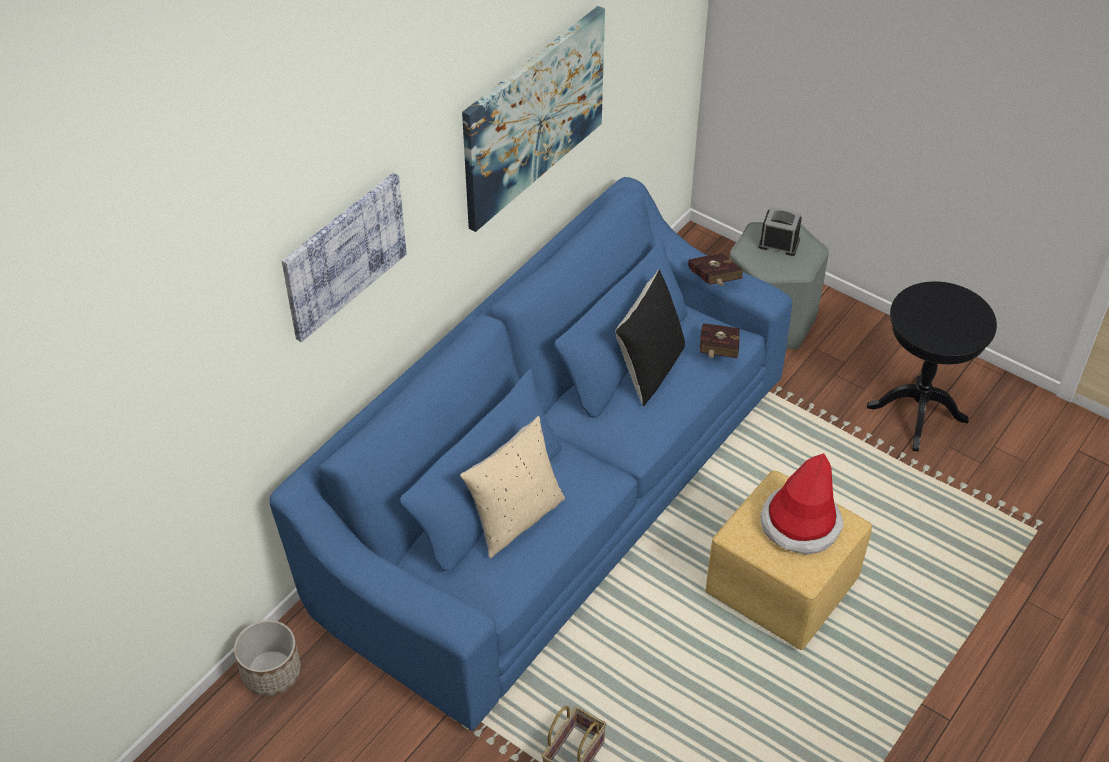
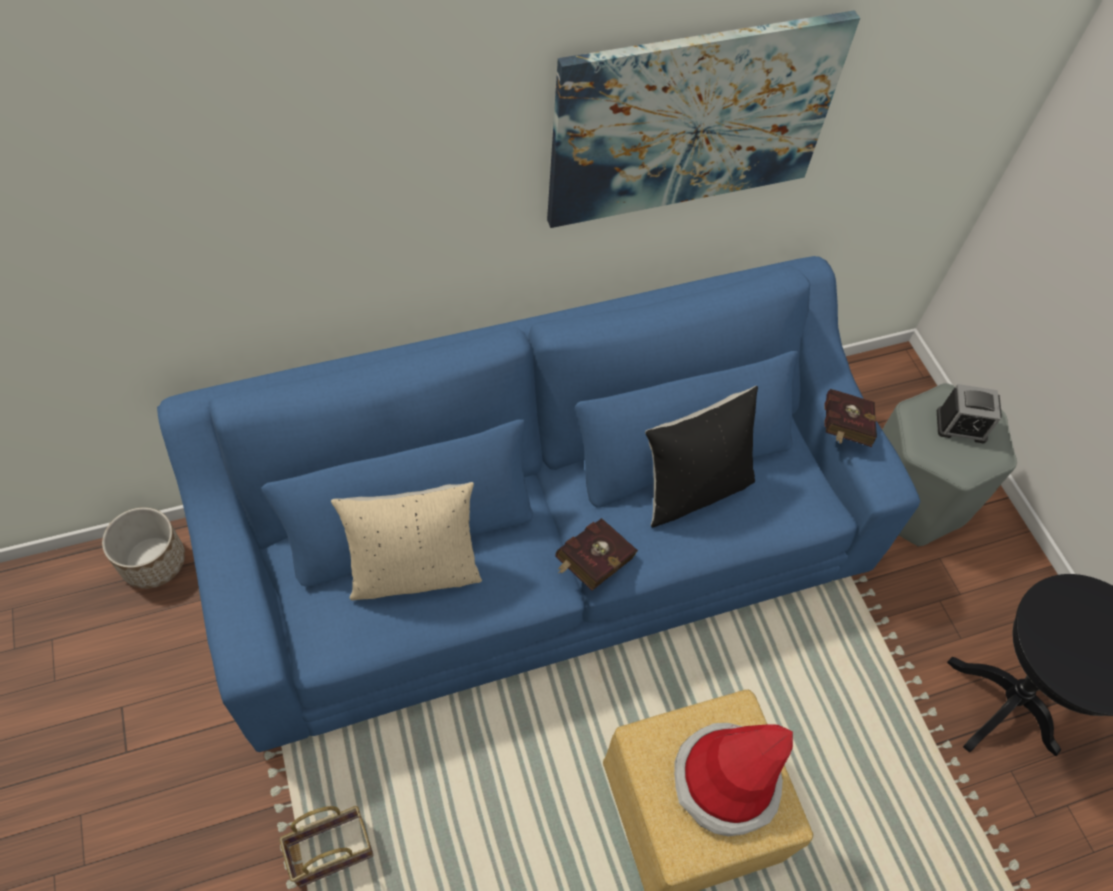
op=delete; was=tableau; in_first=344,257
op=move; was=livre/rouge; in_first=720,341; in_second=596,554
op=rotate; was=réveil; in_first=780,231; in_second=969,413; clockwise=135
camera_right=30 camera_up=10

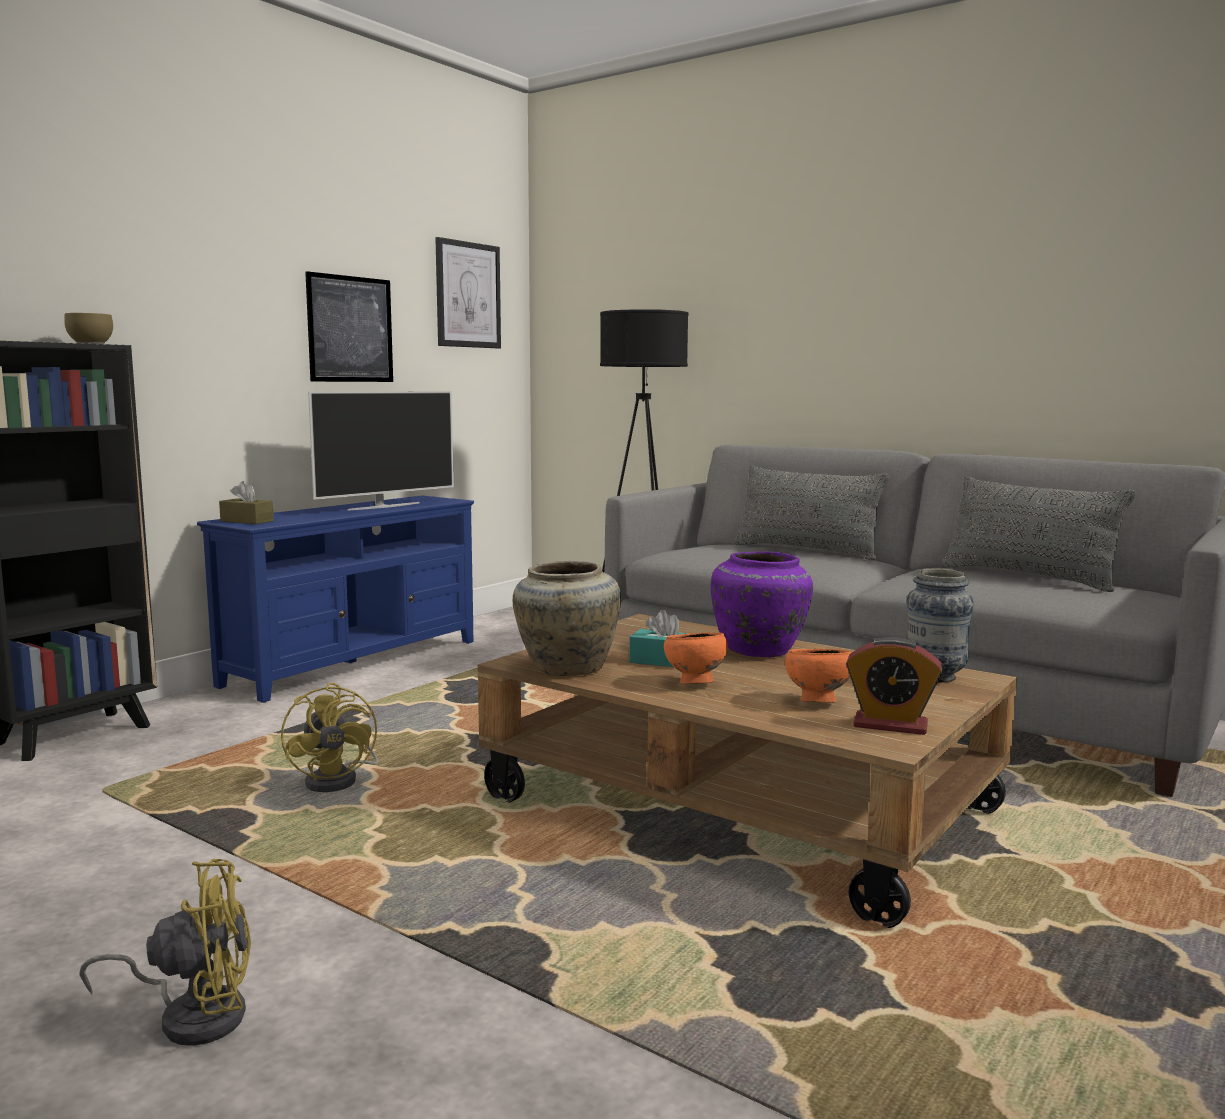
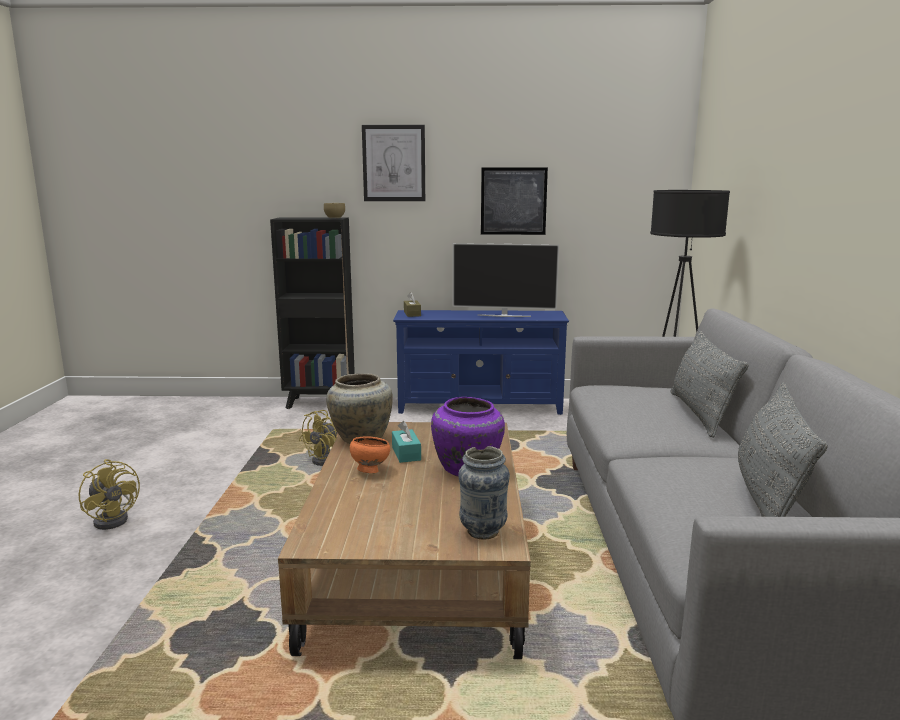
op=move; was=tableau; in_first=468,293; in_second=393,163
op=delete; was=bol/orange; in_first=818,676
op=delete; was=réveil; in_first=894,686
camera_right=55 camera_up=5

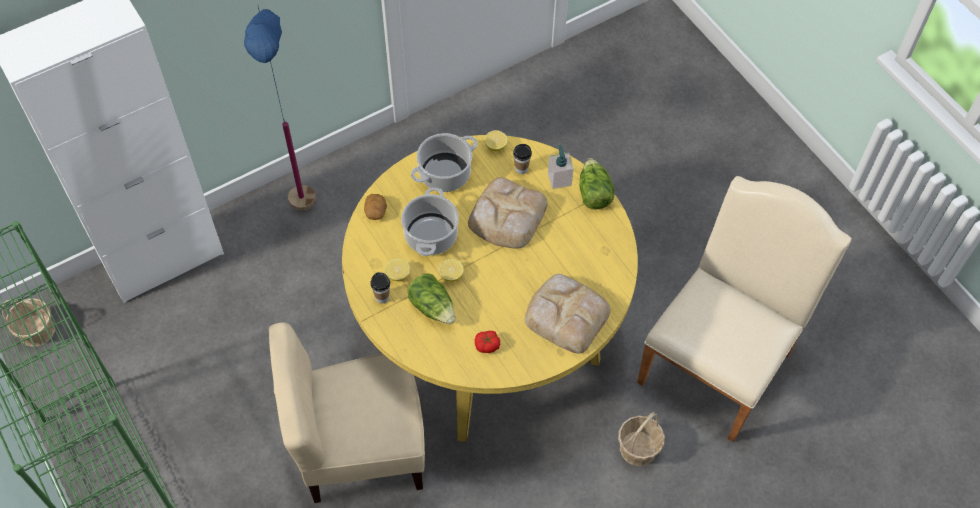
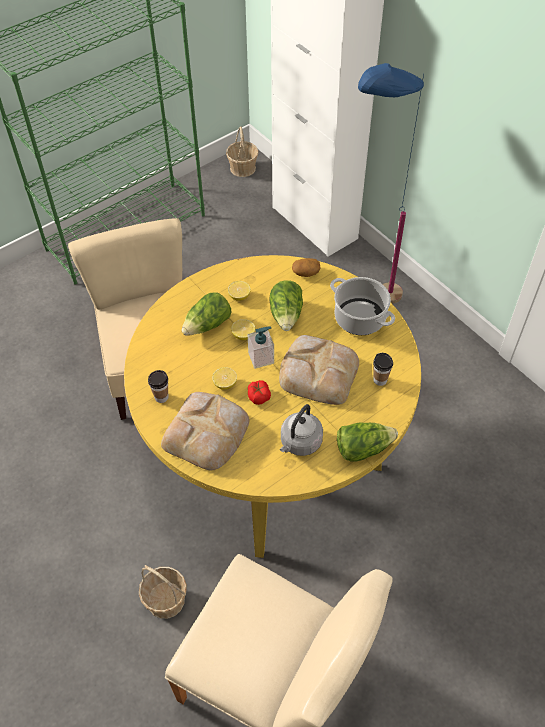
op=move; was=tasse; in_first=380,287; in_second=158,386
op=replace; was=marmite; now=laitue; in_first=430,221; in_second=286,305
op=move; was=tomate; in_first=487,342; in_second=259,392
op=move; was=citron; in_first=495,140; in_second=224,378
op=move; was=distributeur de savon; in_first=561,167; in_second=260,347
op=insert; now=bouilloire/gris; in_second=301,430
camera_right=85 camera_up=-5

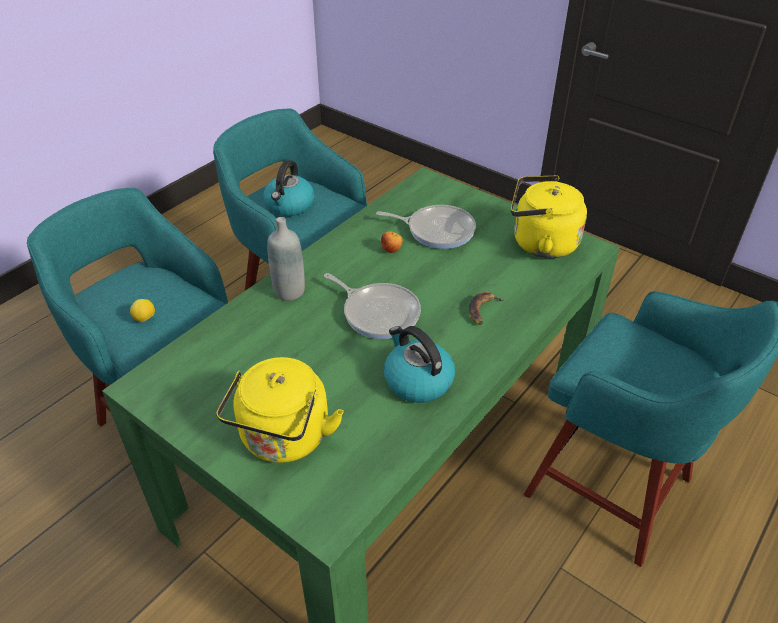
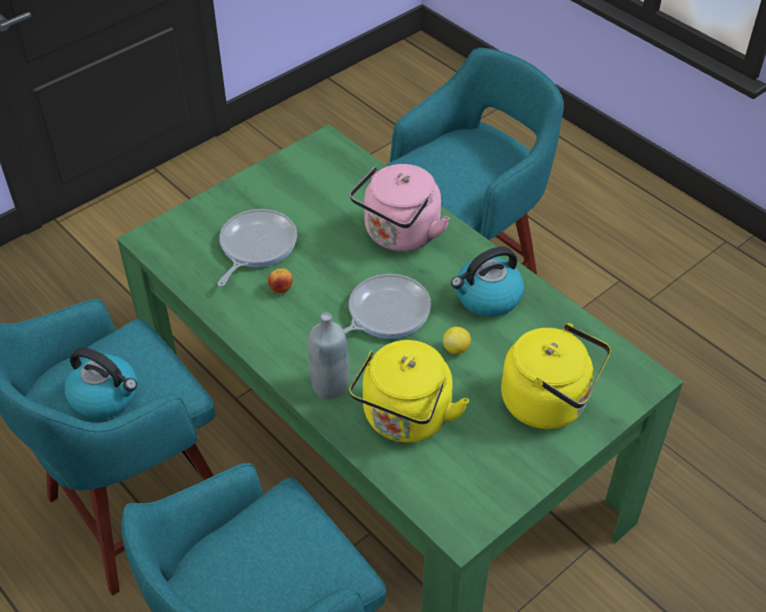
op=move; was=citron; in_first=142,310; in_second=457,340
op=replace; was=banane; now=bouilloire/rose; in_first=486,308; in_second=400,207
op=move; was=bouilloire/jaune; in_first=549,216; in_second=409,391
camera_right=-80 camera_up=5

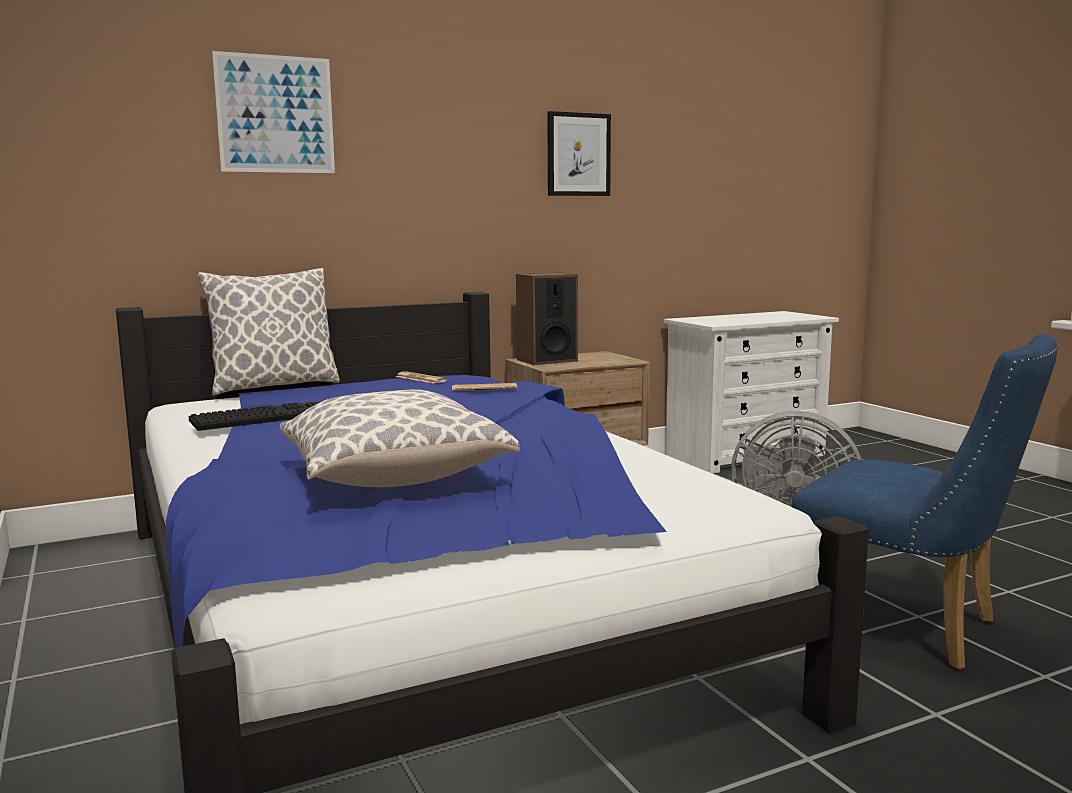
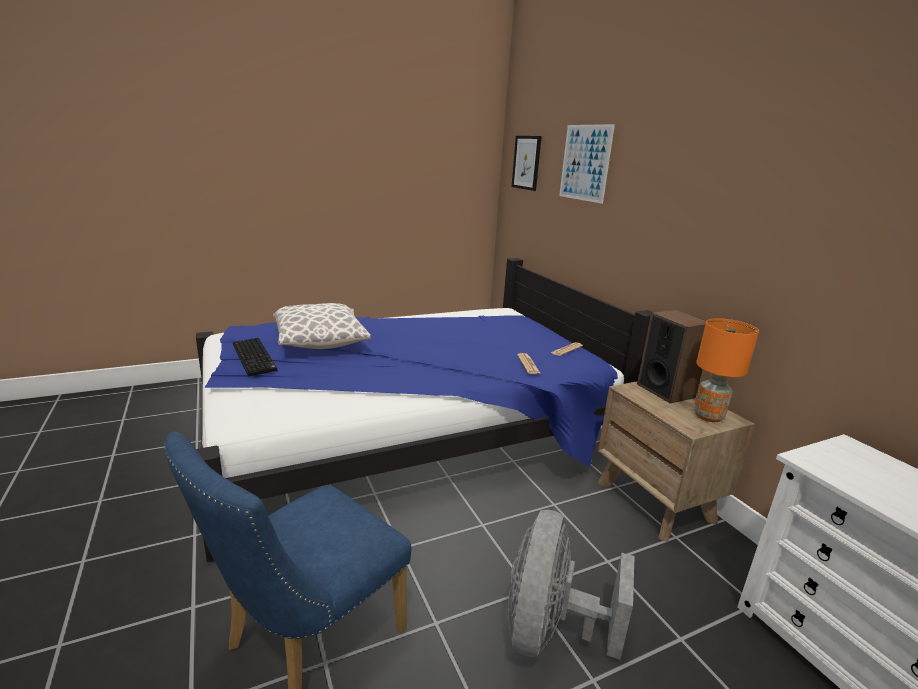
op=move; was=clavier; in_first=256,415; in_second=255,357
op=delete; was=coussin; in_first=269,332
op=move; was=tableau; in_first=579,153; in_second=526,163
op=insert; now=lampe de table/orange; in_second=726,370
camera_right=90 camera_up=10

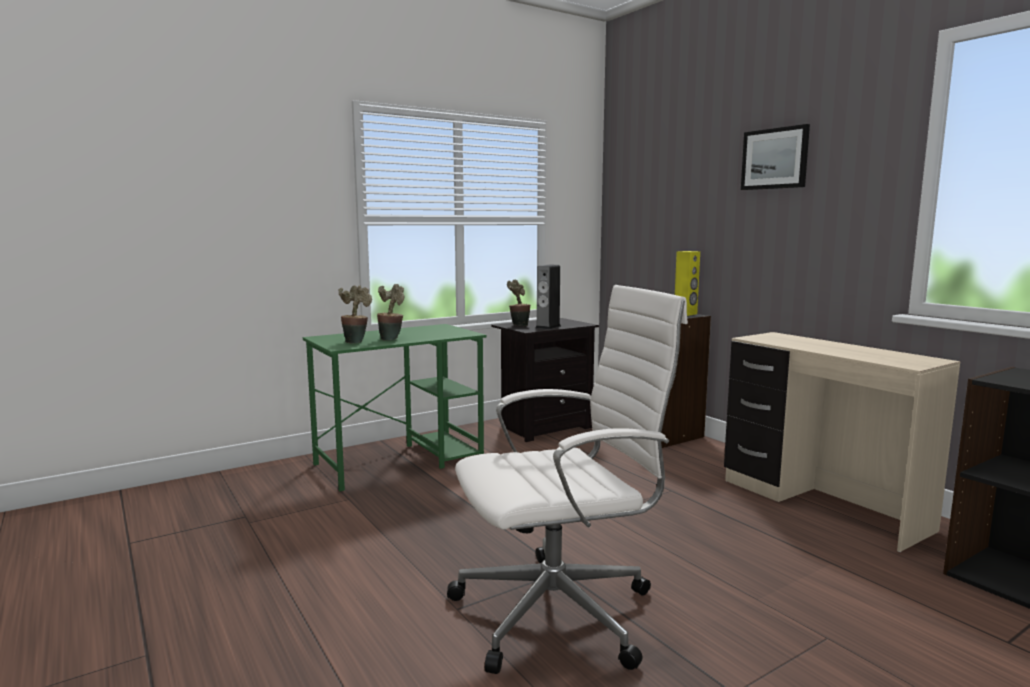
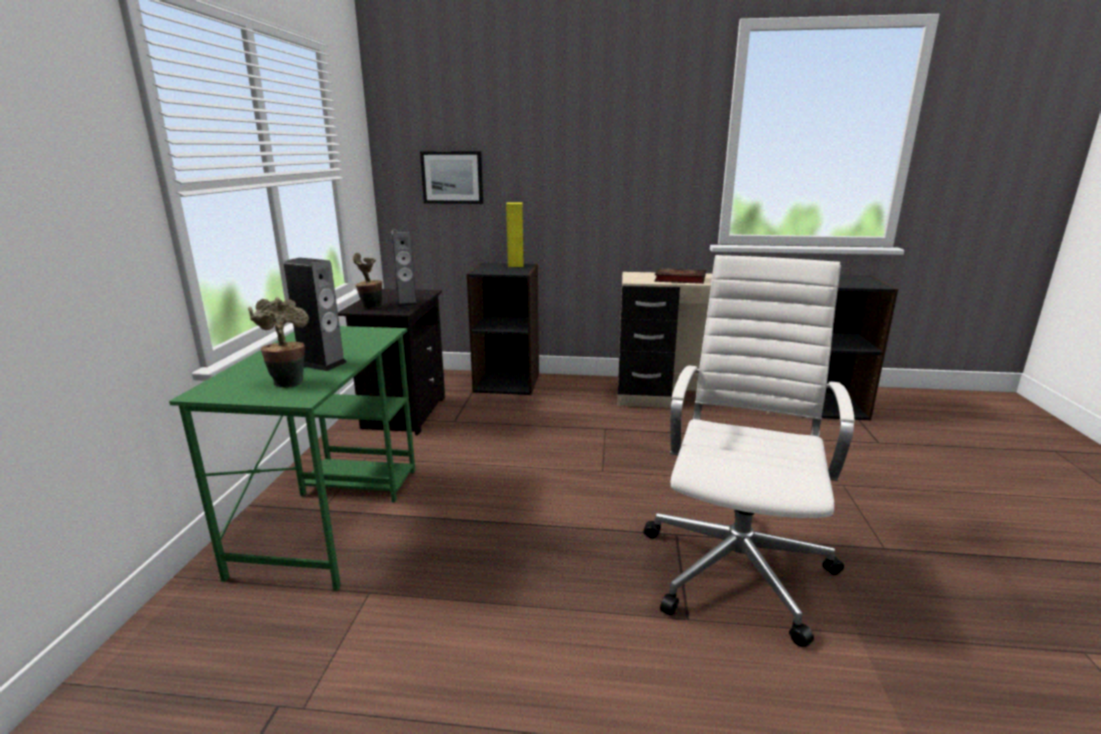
op=replace; was=plante en pot; now=enceinte; in_first=390,312; in_second=315,314
op=move; was=tableau; in_first=775,157; in_second=451,177
op=insert; now=livre; in_second=680,276
camera_right=-50 camera_up=10

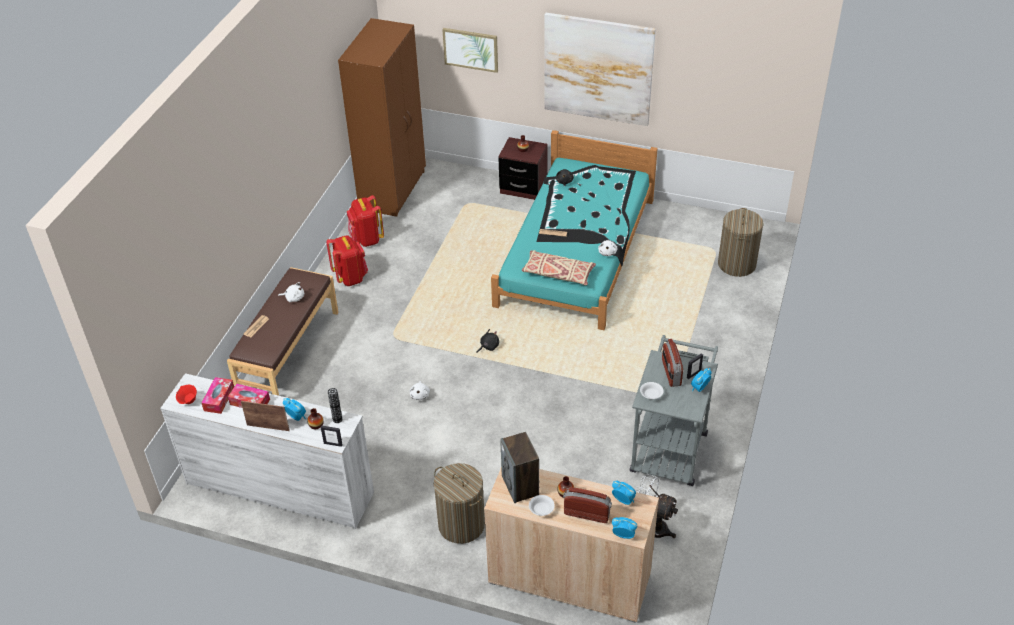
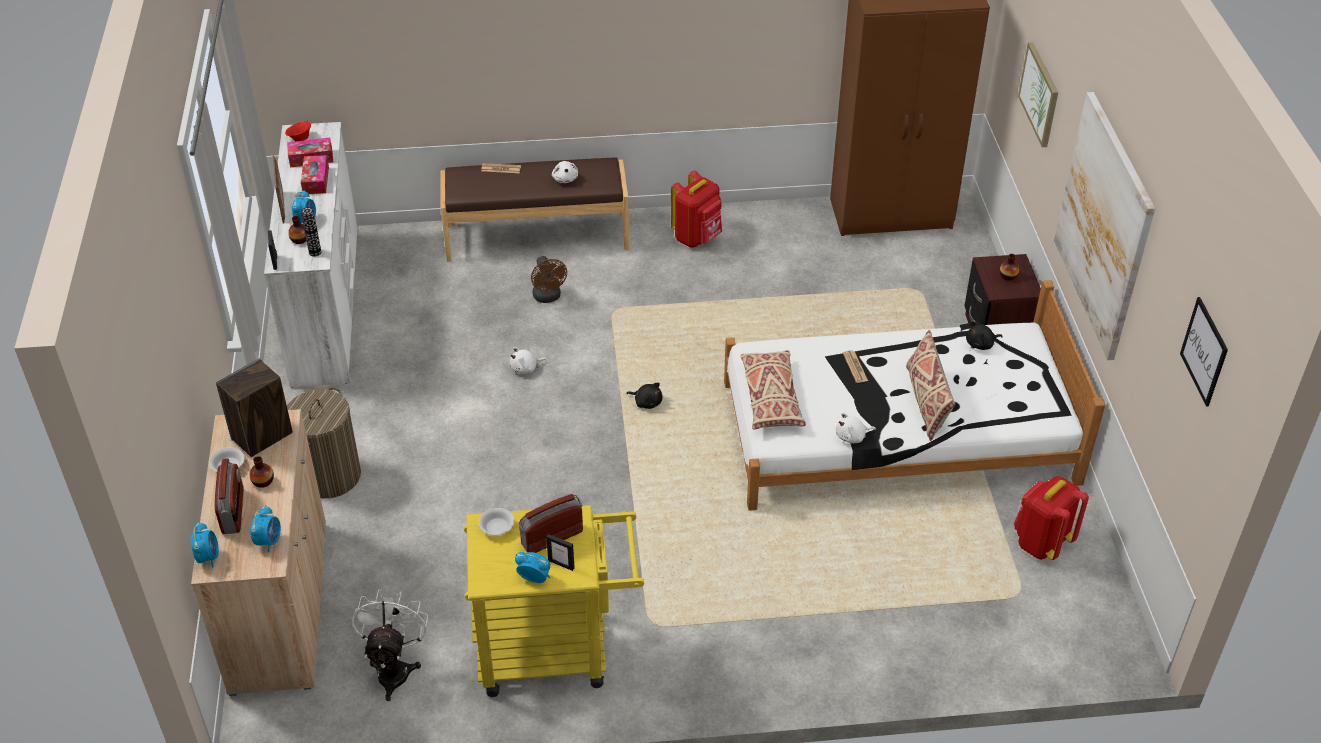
op=move; was=sac à dos/rouge; in_first=365,221; in_second=1051,518
op=recolor; was=lit/turquoise; now=lit/blanc; in_first=574,230; in_second=914,395
op=recolor; was=chariot/gris; now=chariot/jaune; in_first=674,410; in_second=554,601
op=delete; was=panier à linge; in_first=741,242
op=insert; now=ventilateur/marron; in_second=549,279
op=insert; now=coussin/beige; in_second=930,385
op=insert; now=tableau; in_second=1204,352
camera_right=65 camera_up=0

